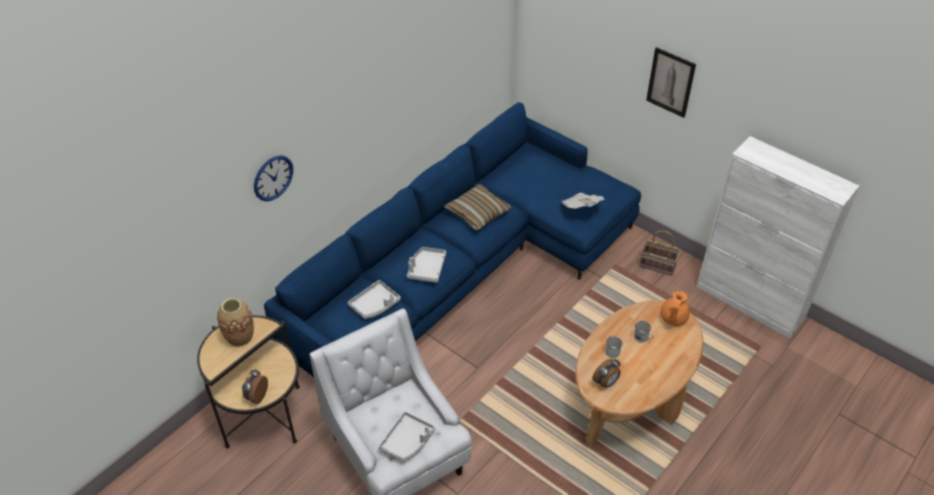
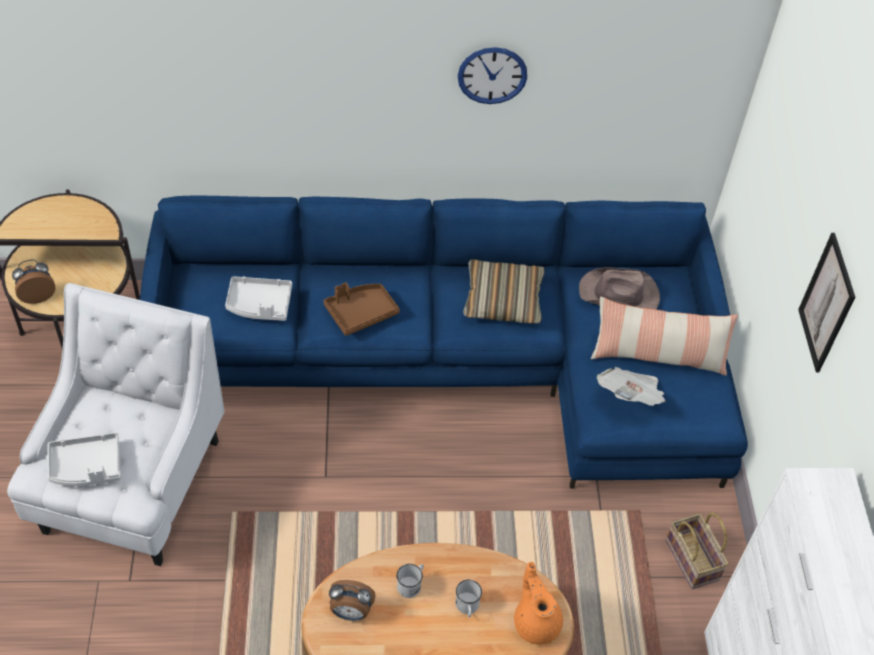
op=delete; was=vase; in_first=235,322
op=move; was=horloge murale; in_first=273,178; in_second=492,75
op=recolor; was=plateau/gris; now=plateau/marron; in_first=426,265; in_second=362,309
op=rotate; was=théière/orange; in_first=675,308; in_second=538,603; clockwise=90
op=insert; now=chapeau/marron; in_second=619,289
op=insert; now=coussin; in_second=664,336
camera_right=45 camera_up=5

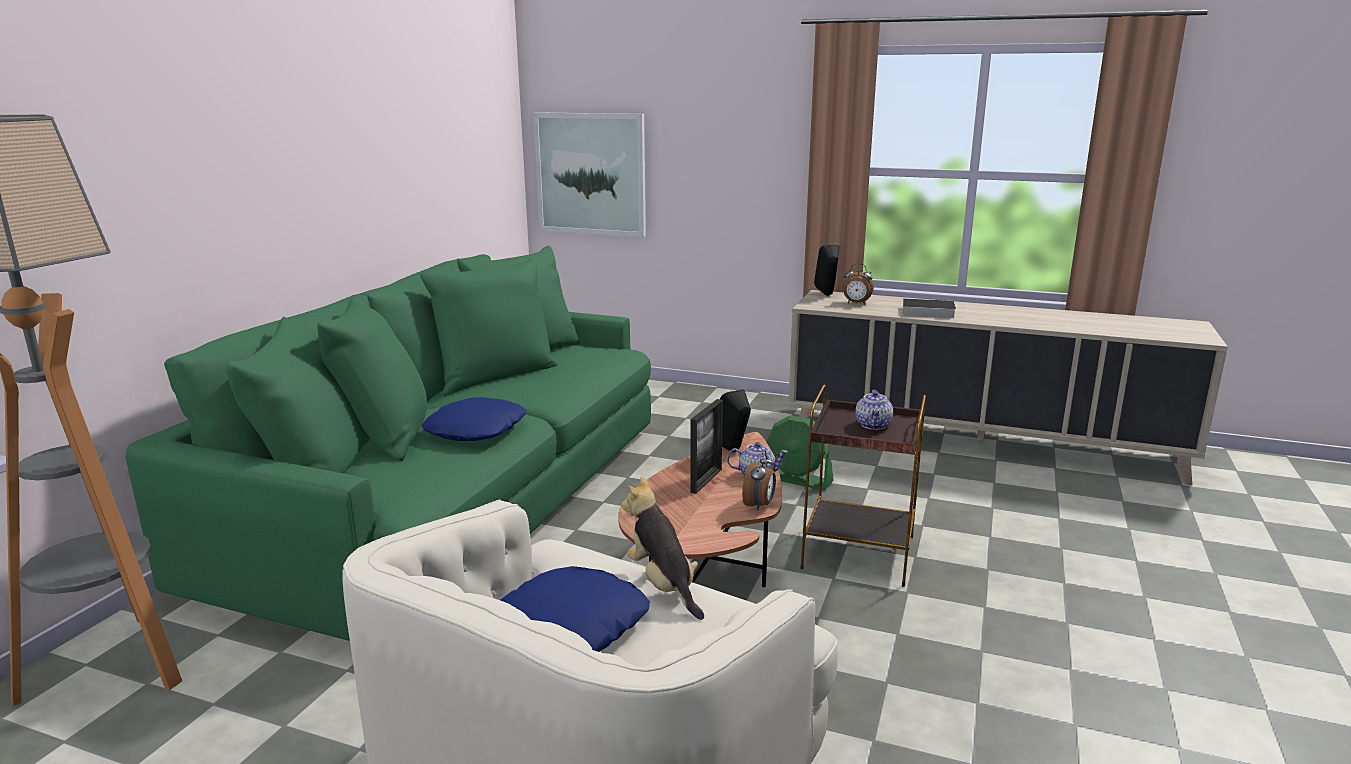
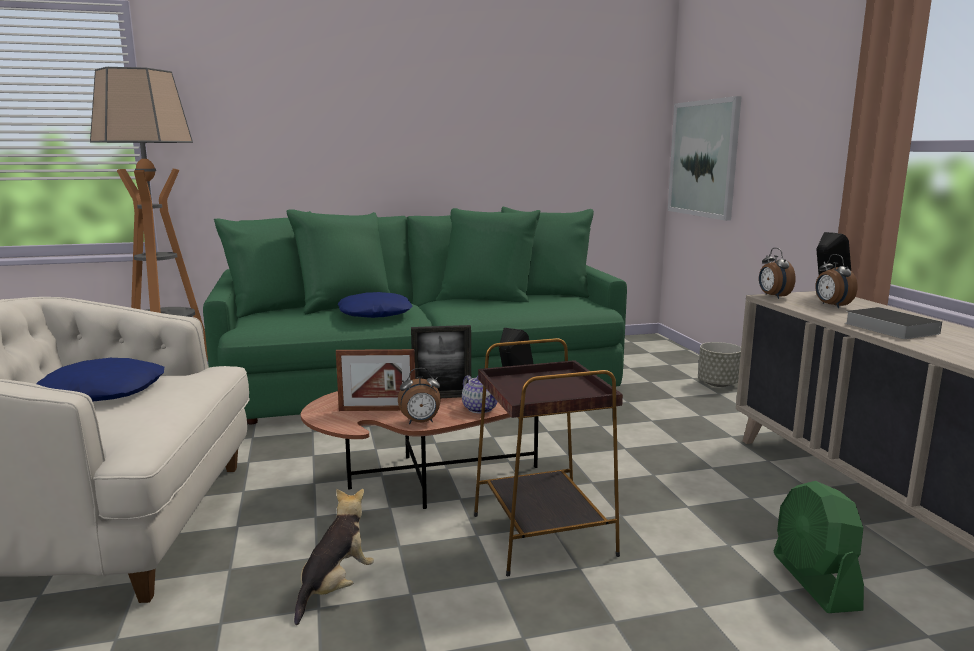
op=move; was=peluche; in_first=663,548; in_second=334,557
op=move; was=ventilateur/vert; in_first=800,452; in_second=819,547
op=delete; was=théière; in_first=874,410
op=insert; now=cadre photo; in_second=375,380
op=insert; now=cache-pot/gris; in_second=719,364
op=insert; now=réveil; in_second=777,273
camera_right=55 camera_up=-5

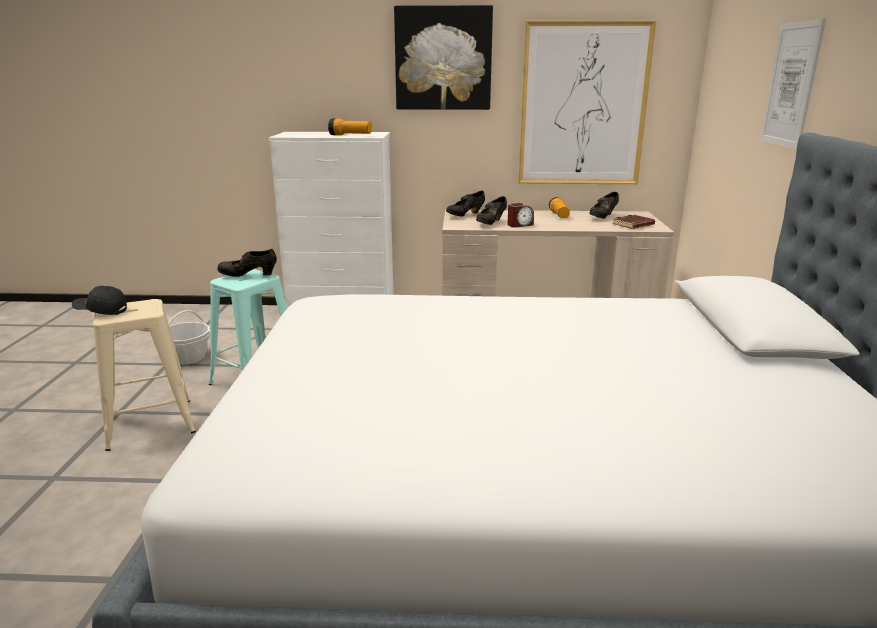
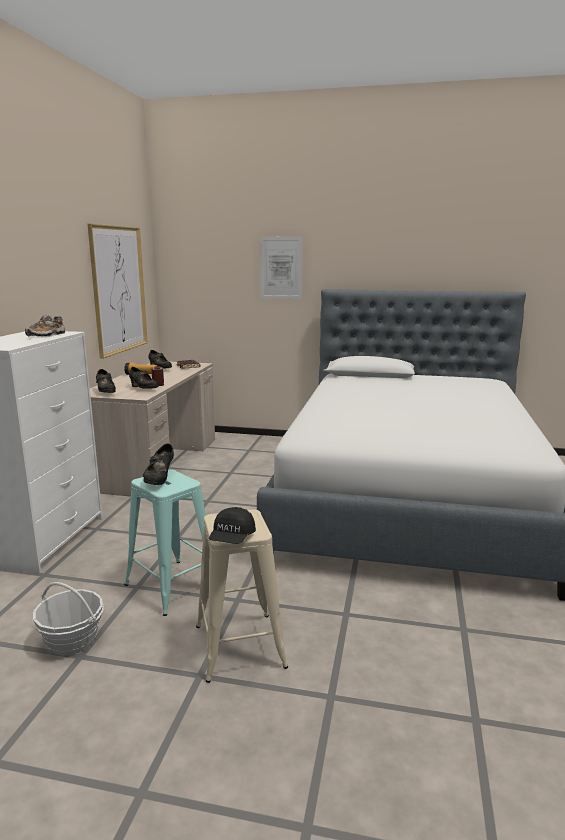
op=replace; was=lampe de poche; now=chaussure; in_first=350,127; in_second=45,326
op=delete; was=tableau; in_first=443,57
camera_right=-80 camera_up=-5

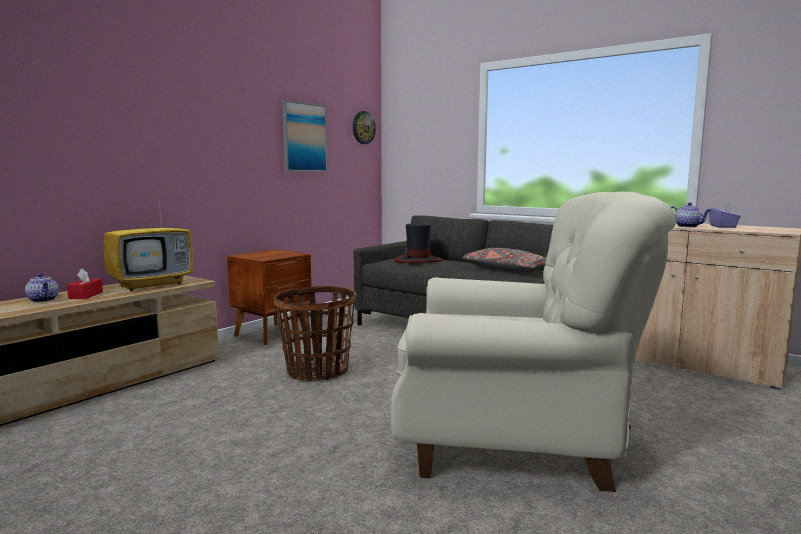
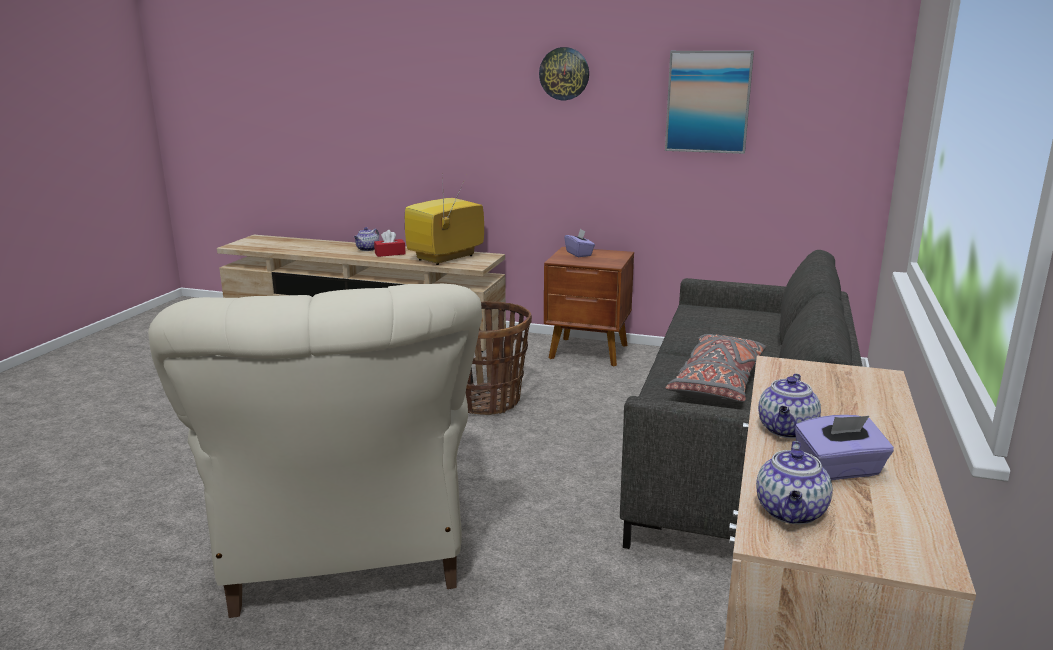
op=rotate; was=téléviseur; in_first=148,246; in_second=444,220; clockwise=105
op=move; was=horloge murale; in_first=364,127; in_second=564,73
op=delete; was=chapeau; in_first=418,243
op=insert; now=boîte à mouchoirs/violet; in_second=579,242
op=insert; now=théière; in_second=794,483
camera_right=70 camera_up=10

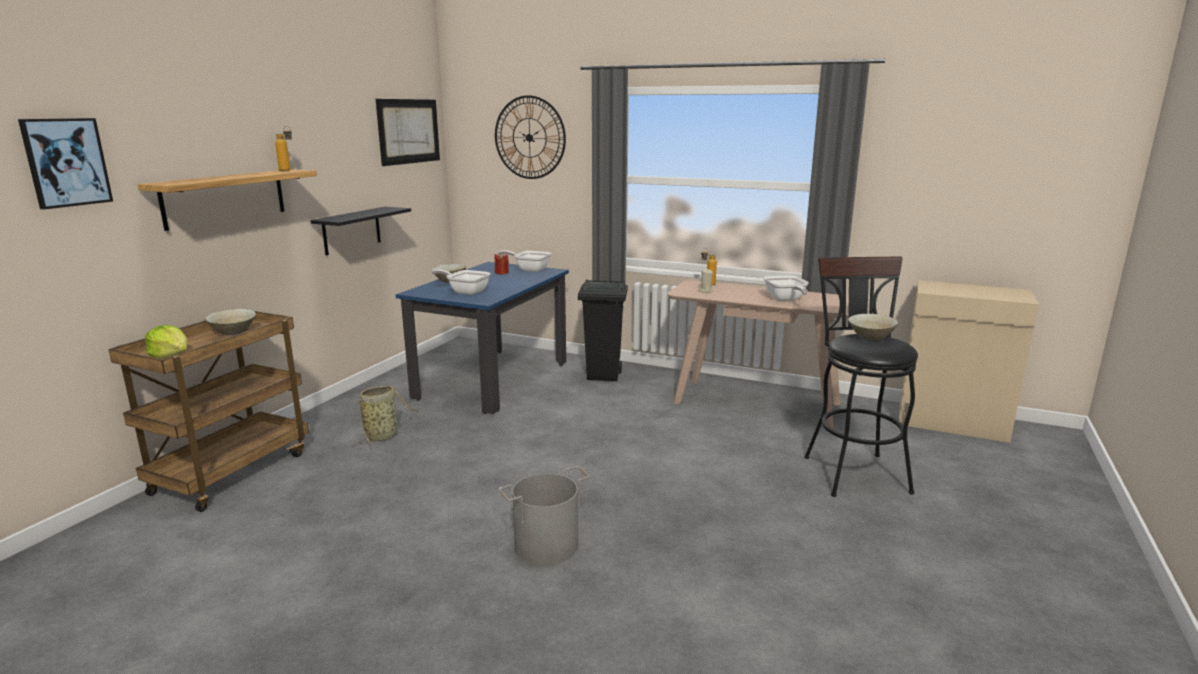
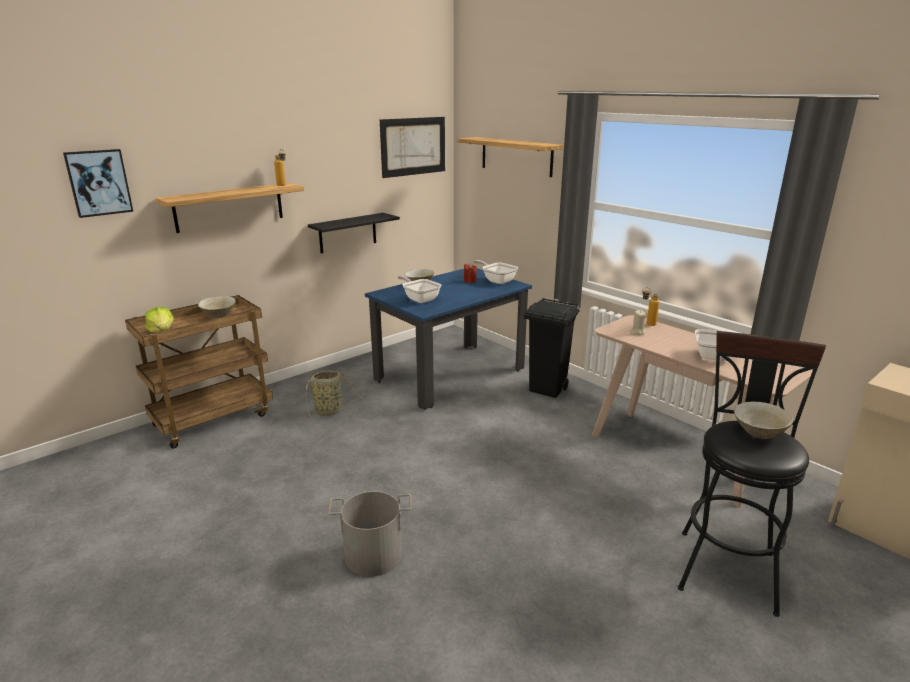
op=replace; was=horloge murale; now=étagère; in_first=530,137; in_second=511,157
camera_right=25 camera_up=5

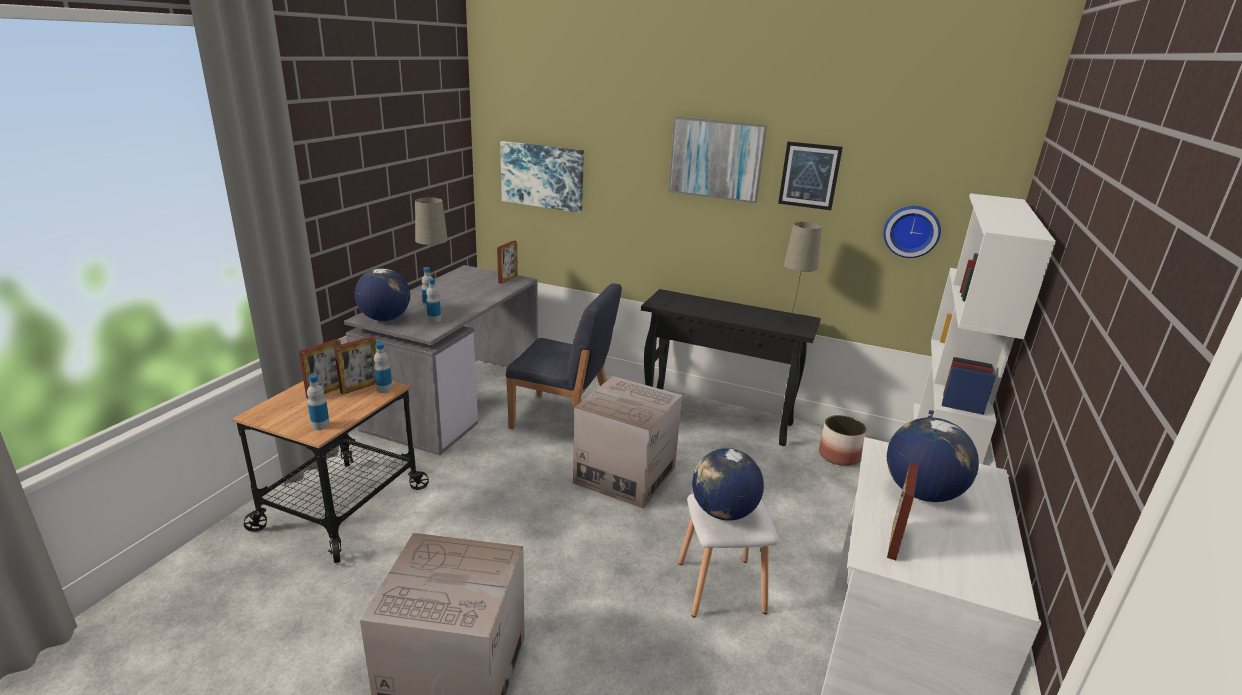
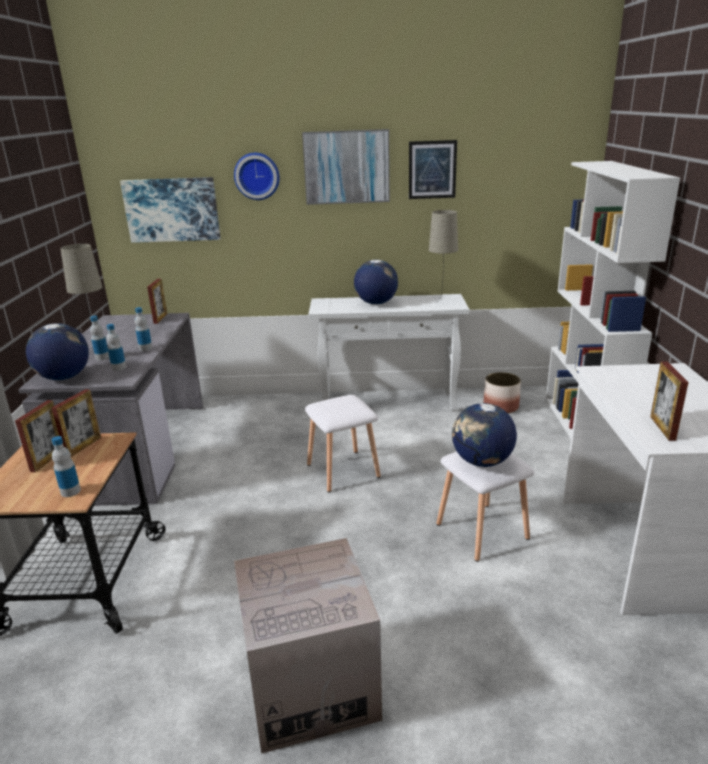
op=move; was=bouteille; in_first=383,367; in_second=143,329
op=delete; was=chaise/bleu; in_first=564,356
op=replace; was=carton; now=tabouret/blanc; in_first=627,442; in_second=343,443
op=recolor; was=table console/noir; now=table console/blanc; in_first=731,367; in_second=388,352
op=move; was=horloge murale; in_first=912,232; in_second=256,176
op=move; was=globe; in_first=933,459; in_second=376,282
camera_right=-20 camera_up=0

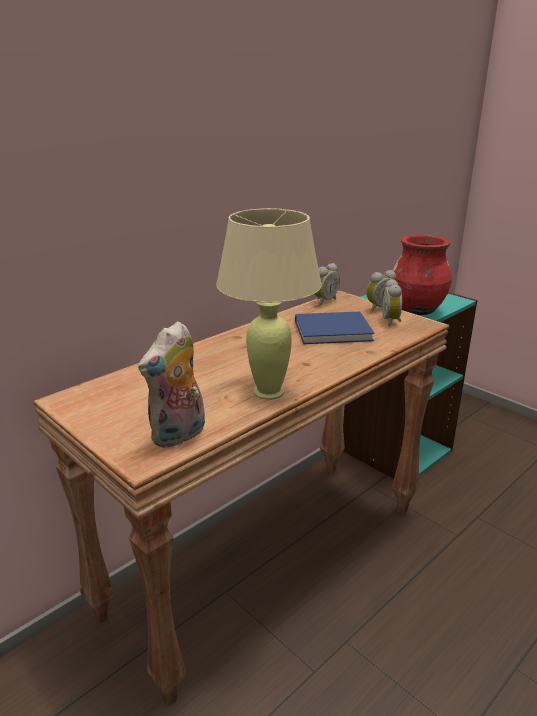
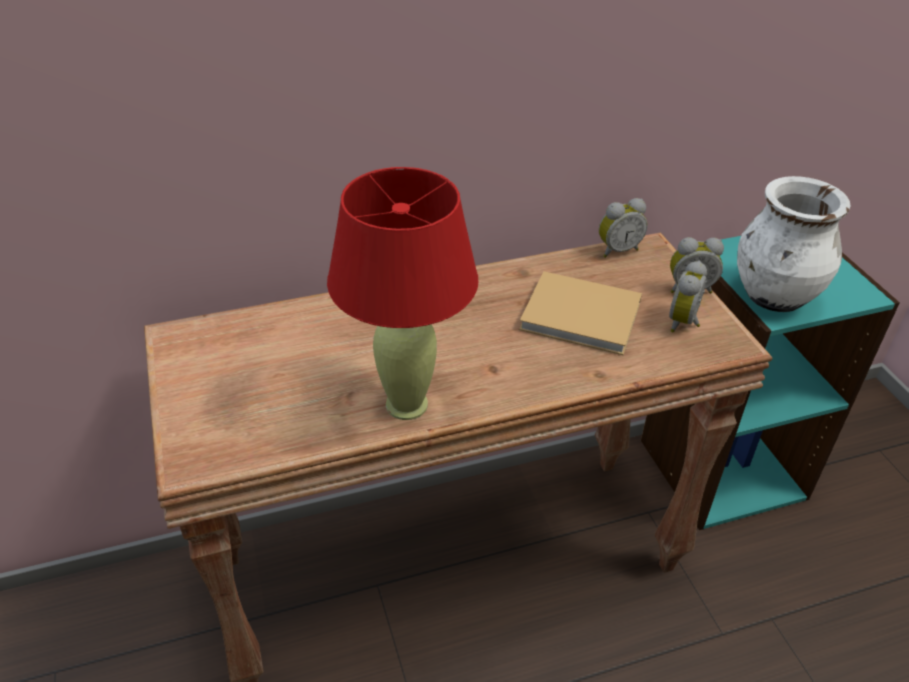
op=delete; was=peluche; in_first=171,384
op=recolor; was=lampe de table/beige; now=lampe de table/rouge; in_first=269,304; in_second=402,293
op=recolor; was=livre/bleu; now=livre/beige; in_first=335,328; in_second=580,313
op=recolor; was=vase/rouge; now=vase/blanc; in_first=422,274; in_second=794,244
camera_right=25 camera_up=15

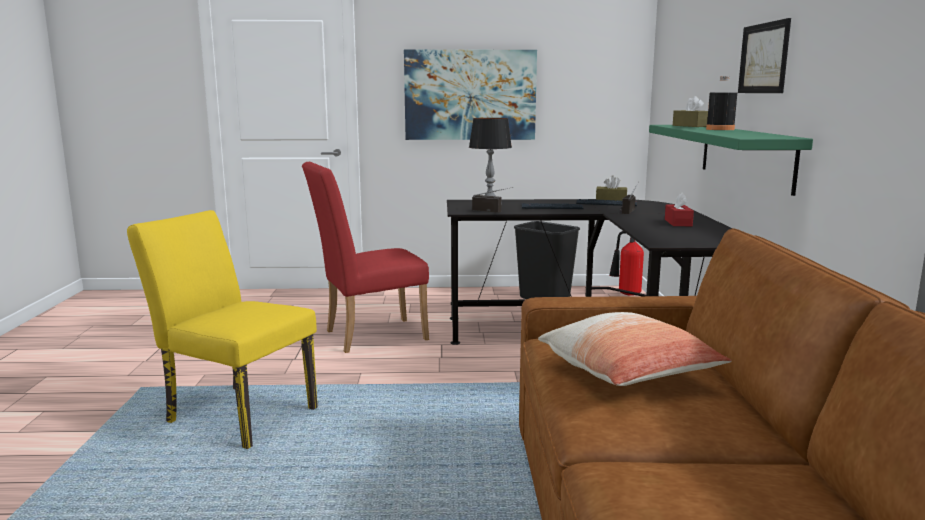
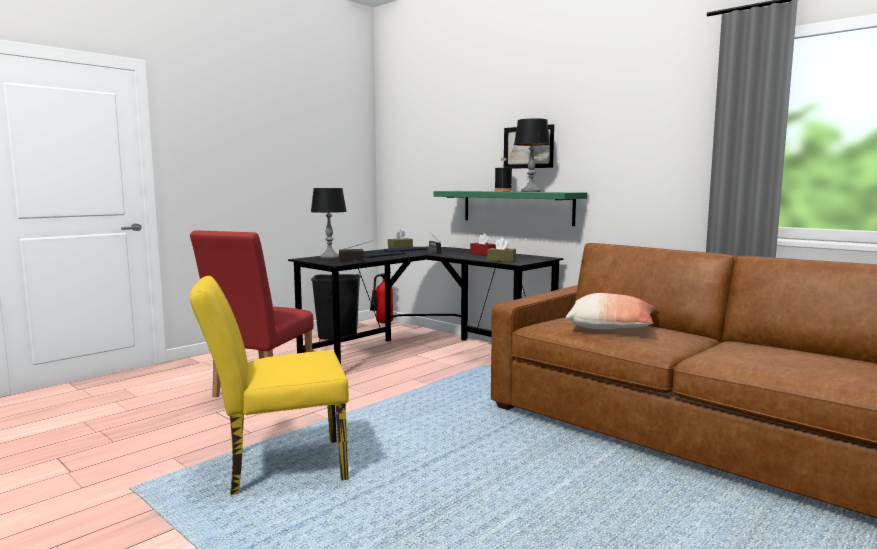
op=delete; was=tableau; in_first=470,94
op=move; was=boîte à mouchoirs/marron; in_first=690,111; in_second=501,250
op=insert; now=lampe de table; in_second=532,155
camera_right=-45 camera_up=-5

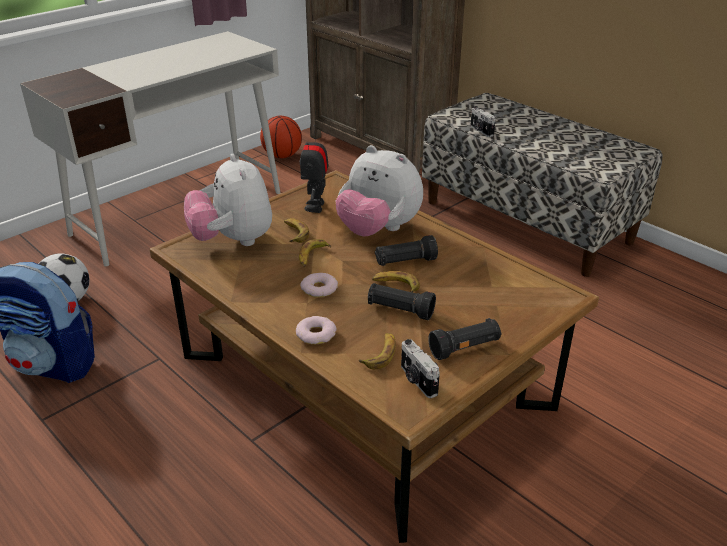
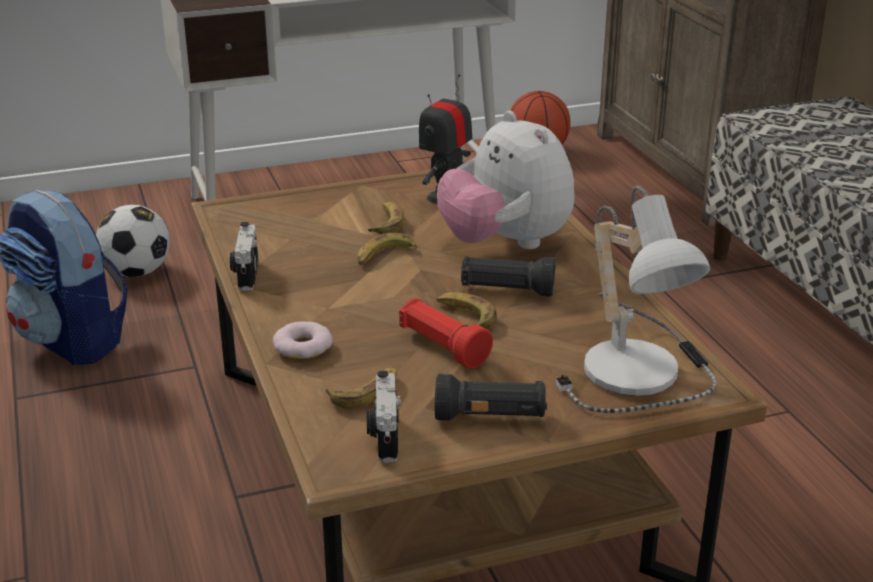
op=delete; was=peluche; in_first=228,200
op=delete; was=beignet; in_first=319,285
op=recolor; was=lampe de poche/noir; now=lampe de poche/rouge; in_first=402,301; in_second=446,333
op=move; was=appareil photo; in_first=482,121; in_second=244,256
op=insert; now=lampe de table; in_second=636,299
camera_right=25 camera_up=-5

